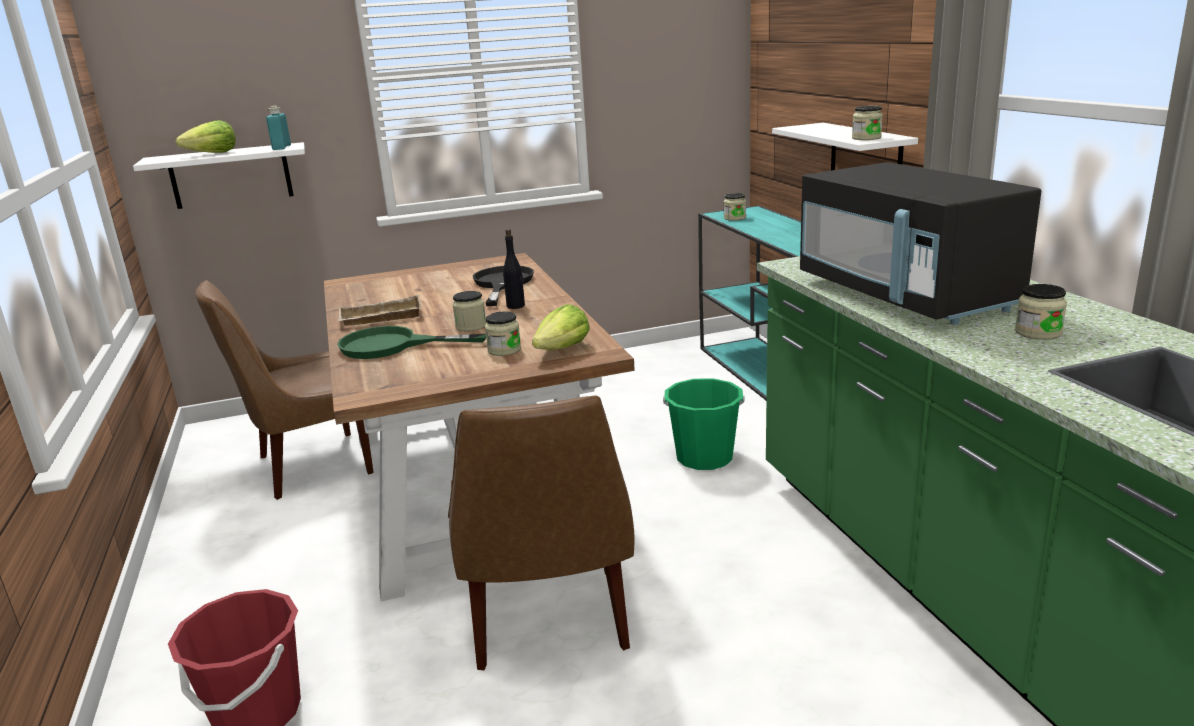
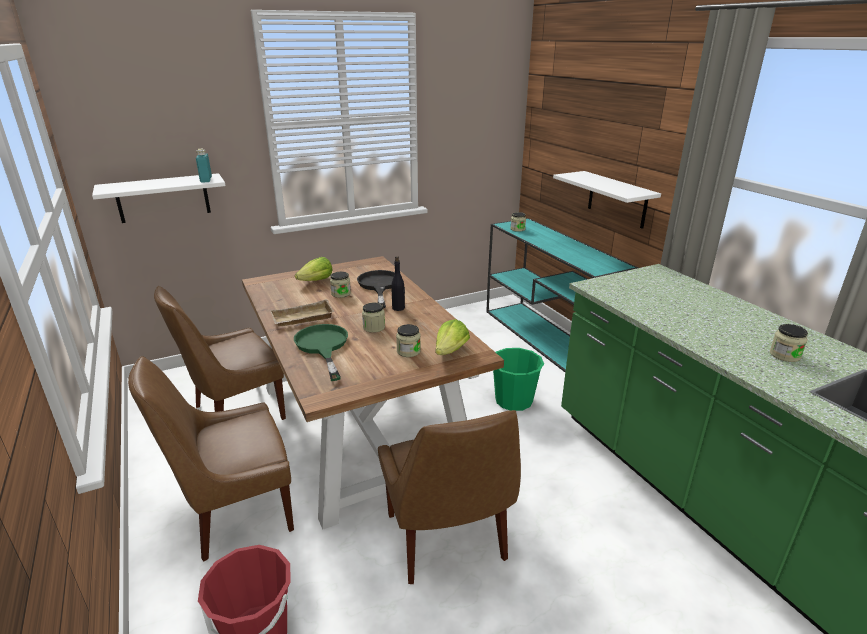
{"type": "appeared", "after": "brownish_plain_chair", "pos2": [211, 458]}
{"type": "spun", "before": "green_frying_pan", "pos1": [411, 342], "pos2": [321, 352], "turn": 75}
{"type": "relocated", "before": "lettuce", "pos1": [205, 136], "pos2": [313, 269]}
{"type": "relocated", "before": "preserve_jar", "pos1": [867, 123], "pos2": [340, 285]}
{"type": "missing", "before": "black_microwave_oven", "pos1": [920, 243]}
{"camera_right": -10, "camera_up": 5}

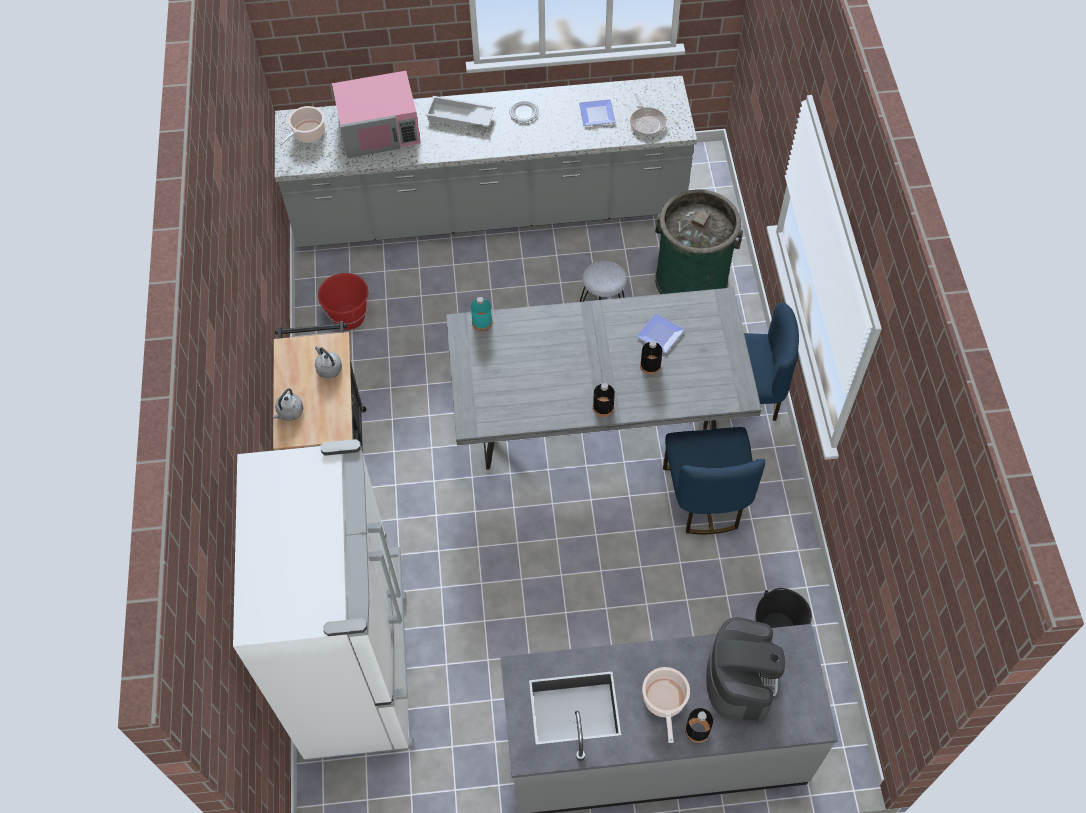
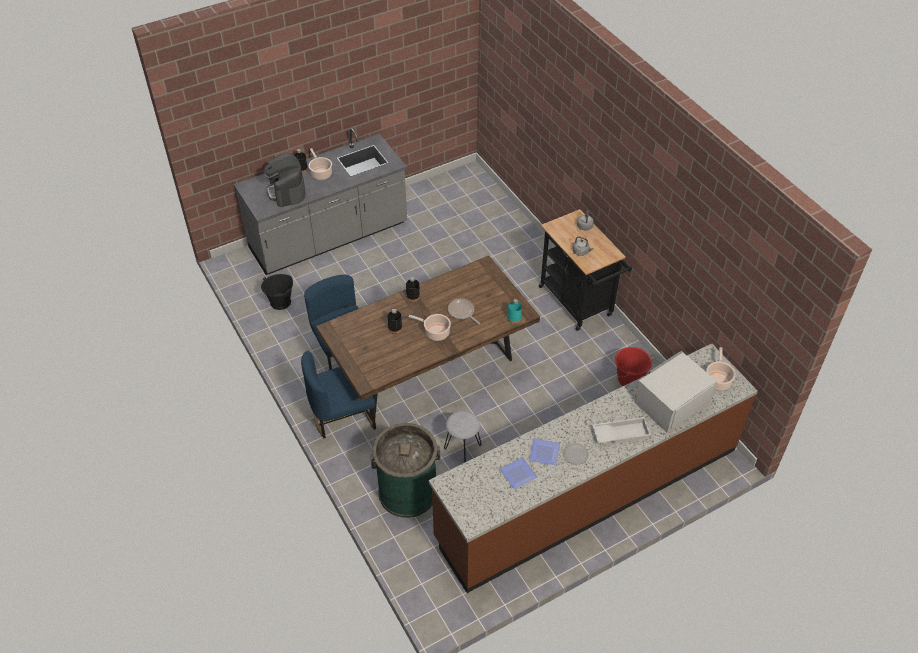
{"type": "colour", "before": "grey_dining_table", "after": "brownish_dining_table", "pos1": [603, 378], "pos2": [428, 338]}
{"type": "appeared", "after": "stockpot", "pos2": [430, 327]}
{"type": "colour", "before": "grey_kitchen_base_unit", "after": "brownish_kitchen_base_unit", "pos1": [486, 161], "pos2": [593, 468]}
{"type": "relocated", "before": "frying_pan", "pos1": [648, 115], "pos2": [464, 312]}
{"type": "relocated", "before": "flat_dish", "pos1": [660, 333], "pos2": [544, 452]}
{"type": "colour", "before": "pink_microwave_oven", "after": "white_microwave_oven", "pos1": [376, 114], "pos2": [675, 391]}
{"type": "missing", "before": "white_kitchen_fridge", "pos1": [323, 599]}
{"camera_right": 155, "camera_up": -10}

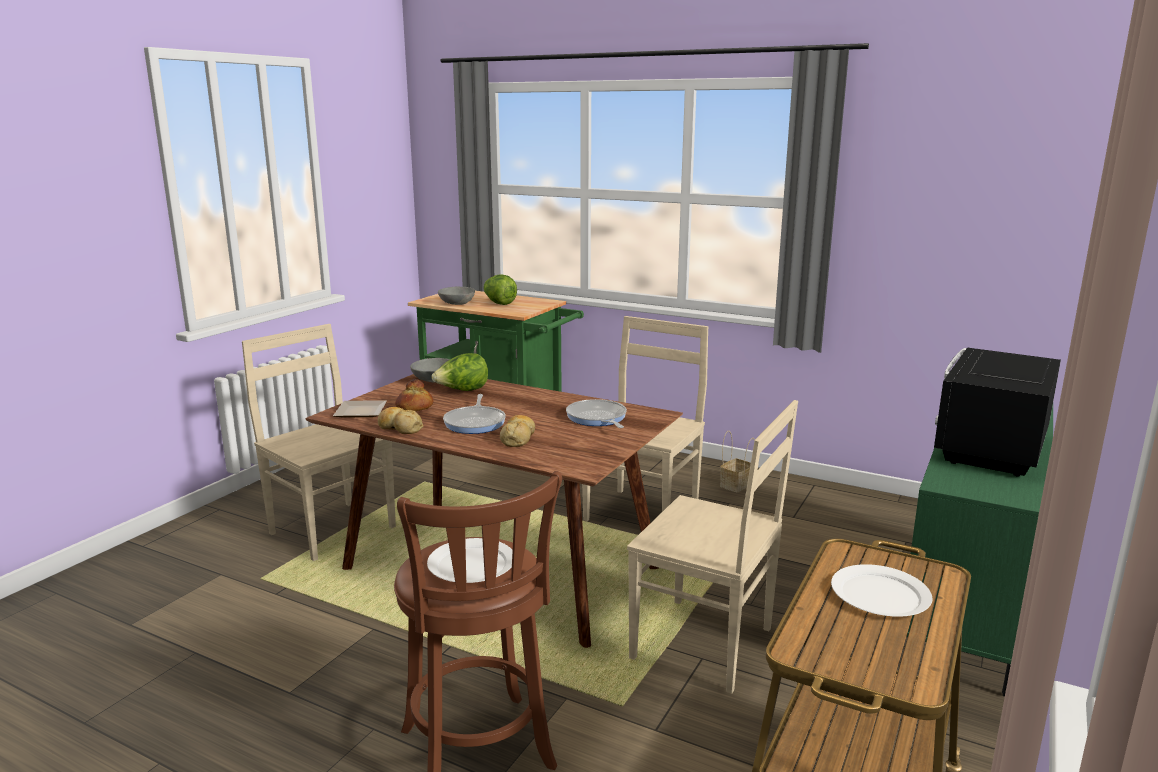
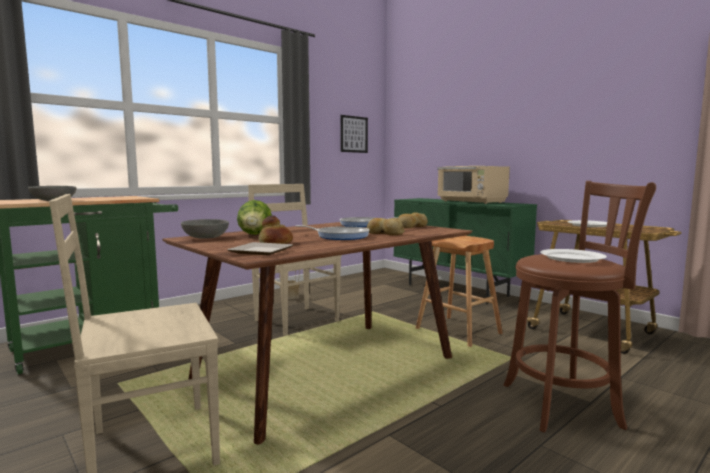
{"type": "appeared", "after": "wall_picture", "pos2": [354, 134]}
{"type": "relocated", "before": "baked_bread", "pos1": [400, 420], "pos2": [413, 220]}
{"type": "exchanged", "before": "beige_plain_chair", "after": "brownish_sitting_stool", "pos1": [712, 547], "pos2": [459, 291]}
{"type": "colour", "before": "black_microwave_oven", "after": "beige_microwave_oven", "pos1": [997, 412], "pos2": [473, 185]}
{"type": "missing", "before": "lettuce", "pos1": [500, 289]}
{"camera_right": -70, "camera_up": -10}

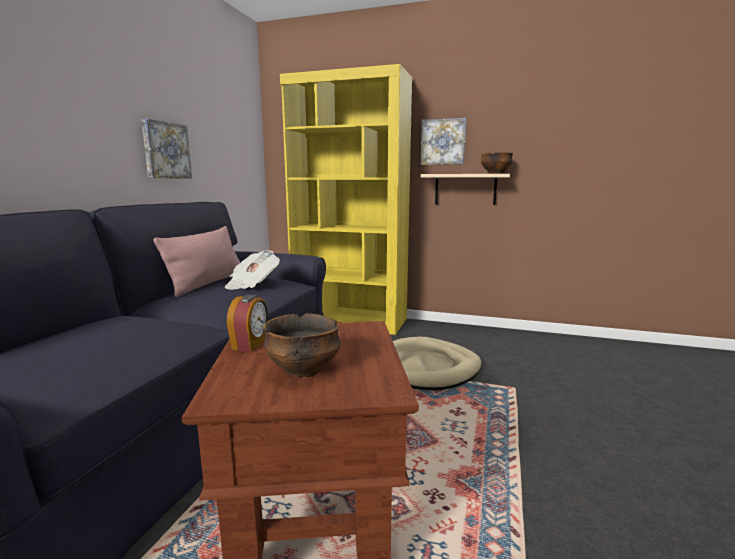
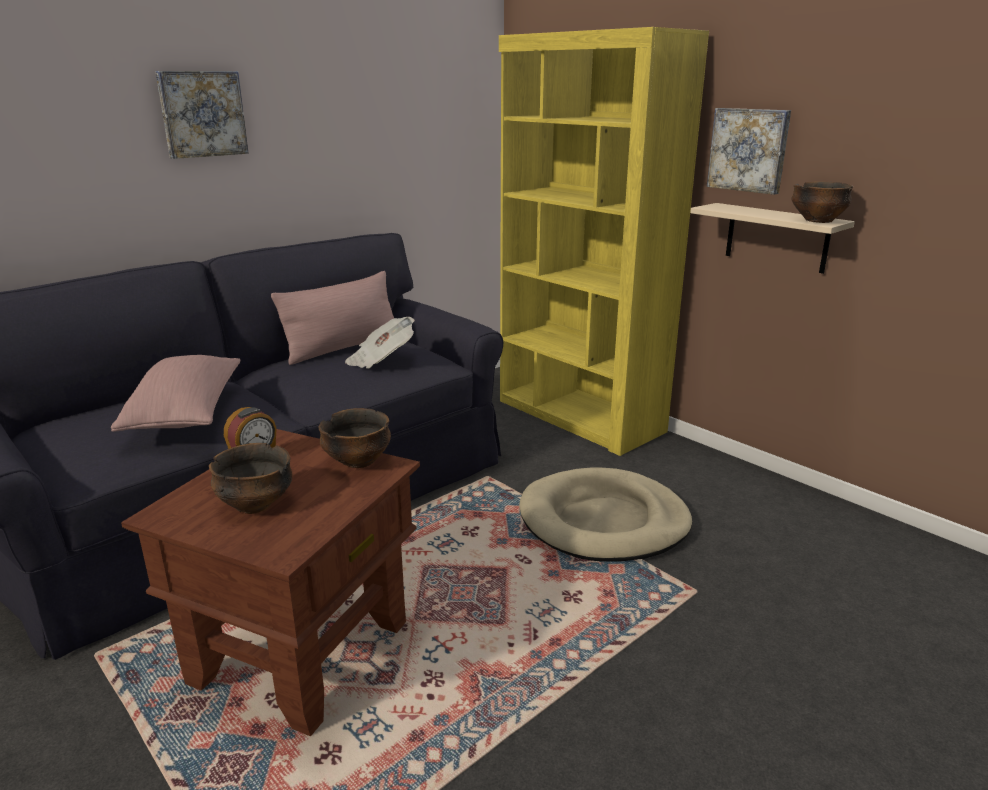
{"type": "appeared", "after": "pink_cushion", "pos2": [175, 393]}
{"type": "relocated", "before": "wall_picture", "pos1": [166, 148], "pos2": [202, 115]}
{"type": "appeared", "after": "serving_bowl", "pos2": [354, 438]}
{"camera_right": 30, "camera_up": 10}

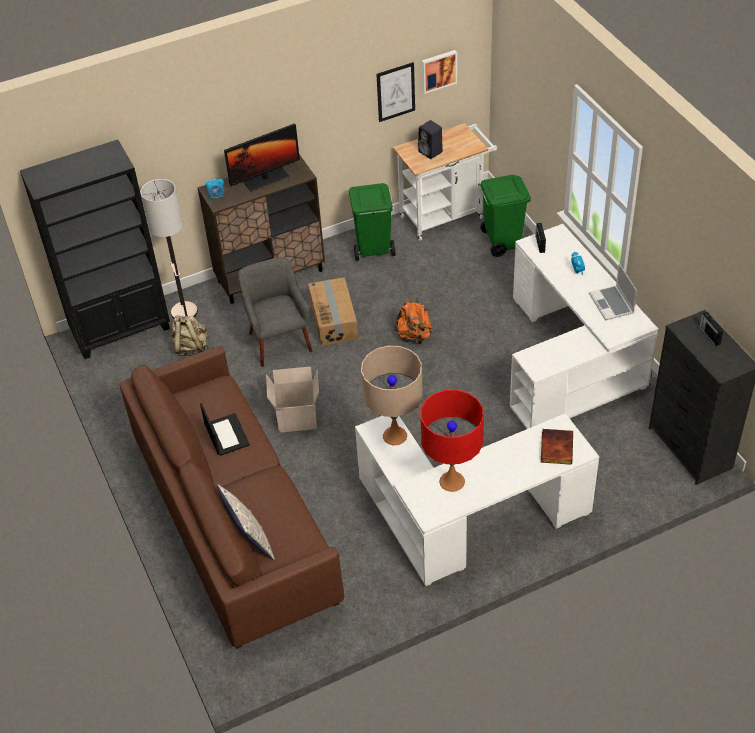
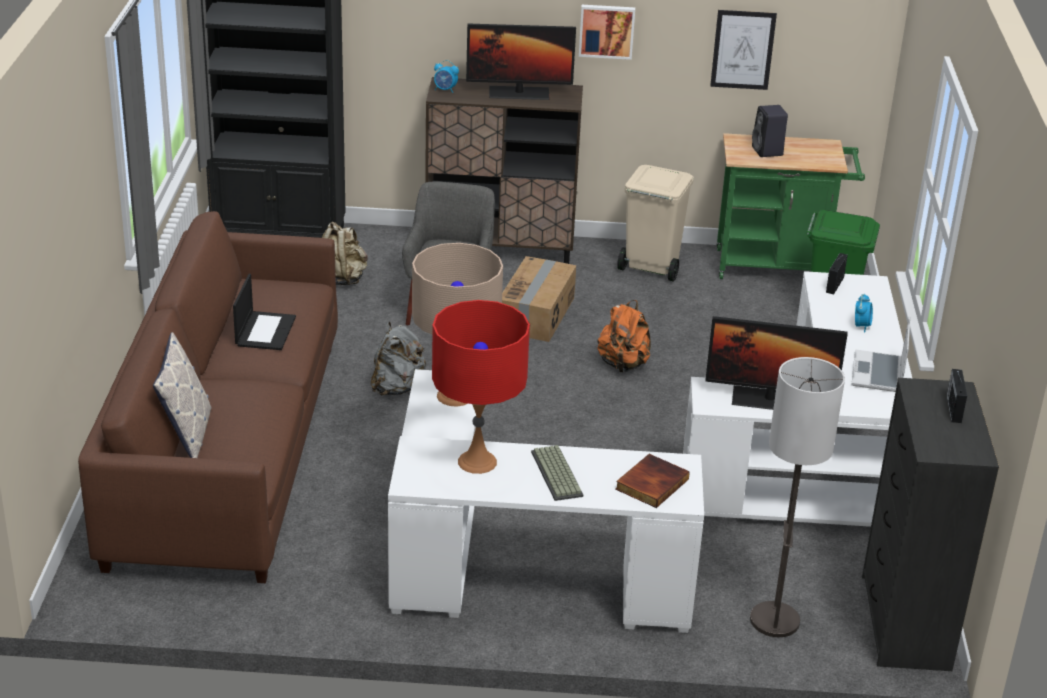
{"type": "exchanged", "before": "packing_box", "after": "grey_knapsack", "pos1": [292, 400], "pos2": [398, 358]}
{"type": "appeared", "after": "PC_keyboard", "pos2": [557, 473]}
{"type": "relocated", "before": "wall_picture", "pos1": [439, 72], "pos2": [607, 32]}
{"type": "colour", "before": "green_waste_bin", "after": "beige_waste_bin", "pos1": [372, 222], "pos2": [655, 223]}
{"type": "appeared", "after": "computer_display", "pos2": [776, 363]}
{"type": "colour", "before": "white_wheeled_cart", "after": "green_wheeled_cart", "pos1": [445, 182], "pos2": [791, 206]}
{"type": "relocated", "before": "standard_lamp", "pos1": [169, 248], "pos2": [797, 497]}
{"camera_right": 25, "camera_up": -15}

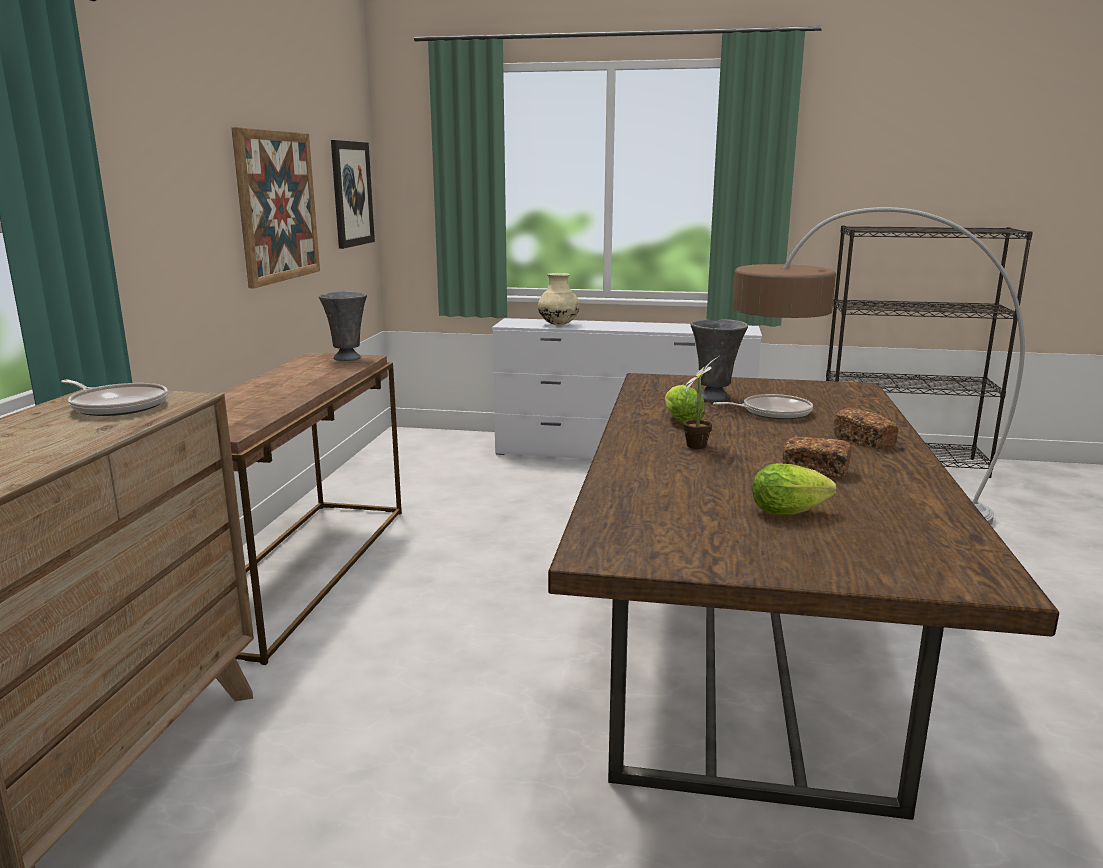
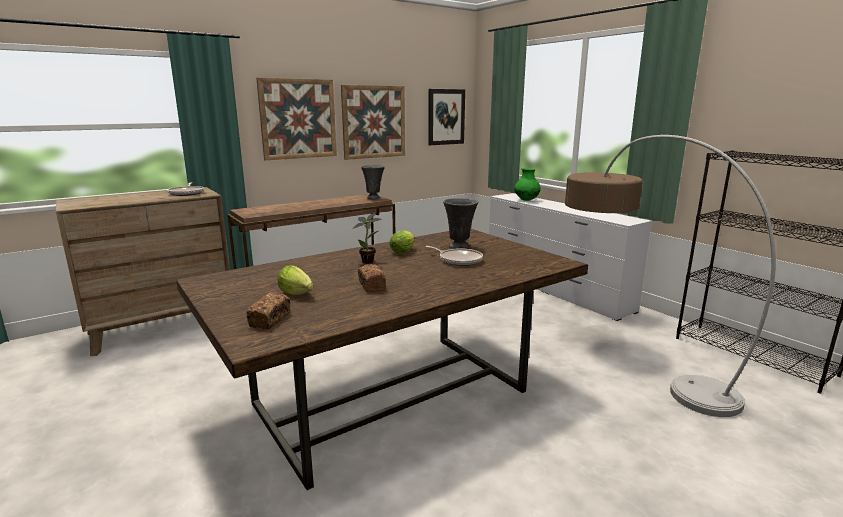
{"type": "relocated", "before": "baked_bread", "pos1": [865, 428], "pos2": [268, 310]}
{"type": "appeared", "after": "wall_picture", "pos2": [296, 119]}
{"type": "colour", "before": "beige_vase", "after": "green_vase", "pos1": [559, 299], "pos2": [527, 184]}
{"camera_right": 45, "camera_up": 0}

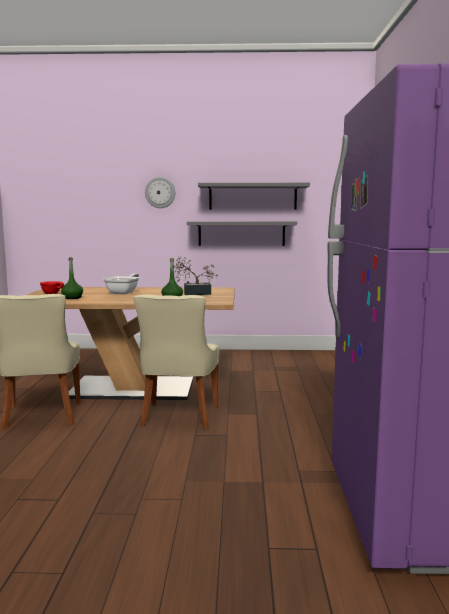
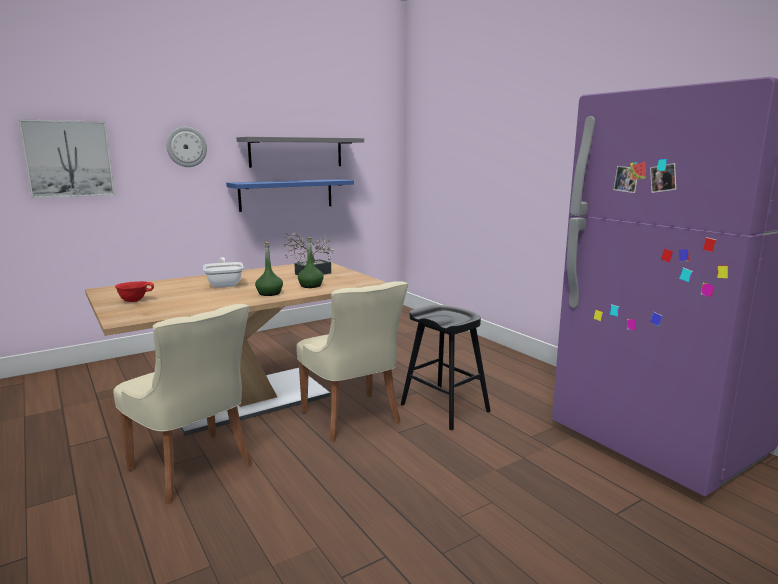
{"type": "appeared", "after": "wall_picture", "pos2": [67, 158]}
{"type": "colour", "before": "grey_bracket_shelf", "after": "bluish_bracket_shelf", "pos1": [242, 233], "pos2": [290, 195]}
{"type": "relocated", "before": "green_drink_bottle", "pos1": [72, 278], "pos2": [269, 269]}
{"type": "appeared", "after": "black_sitting_stool", "pos2": [446, 367]}
{"camera_right": -35, "camera_up": 5}

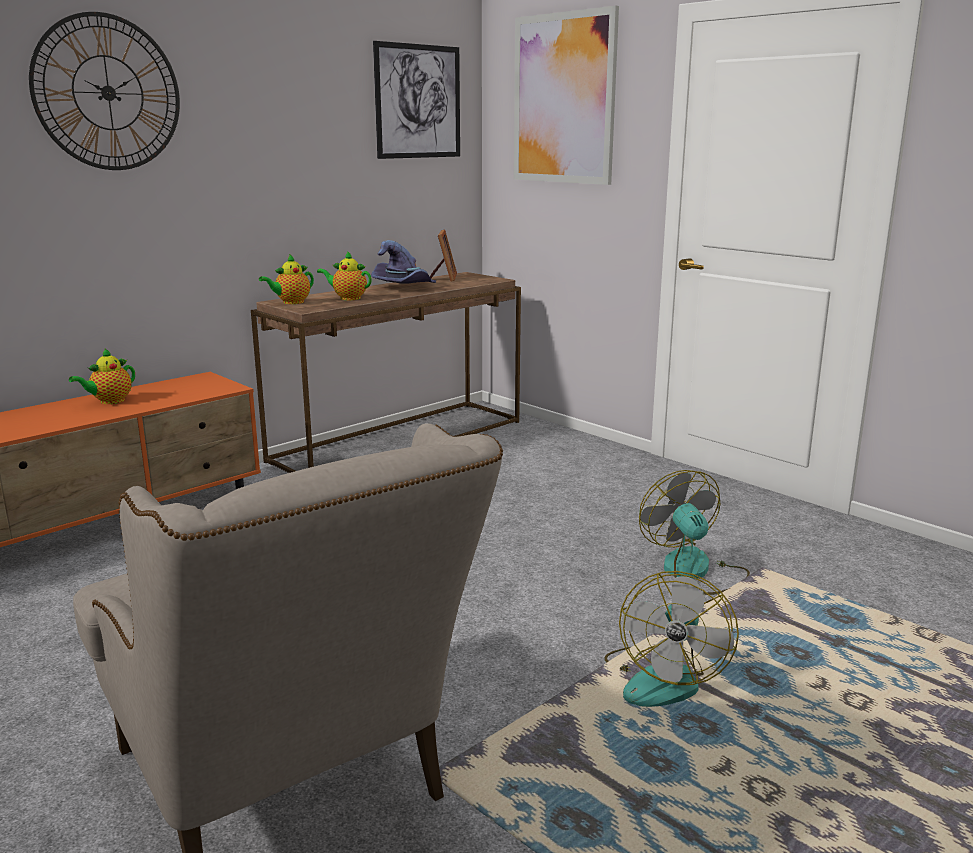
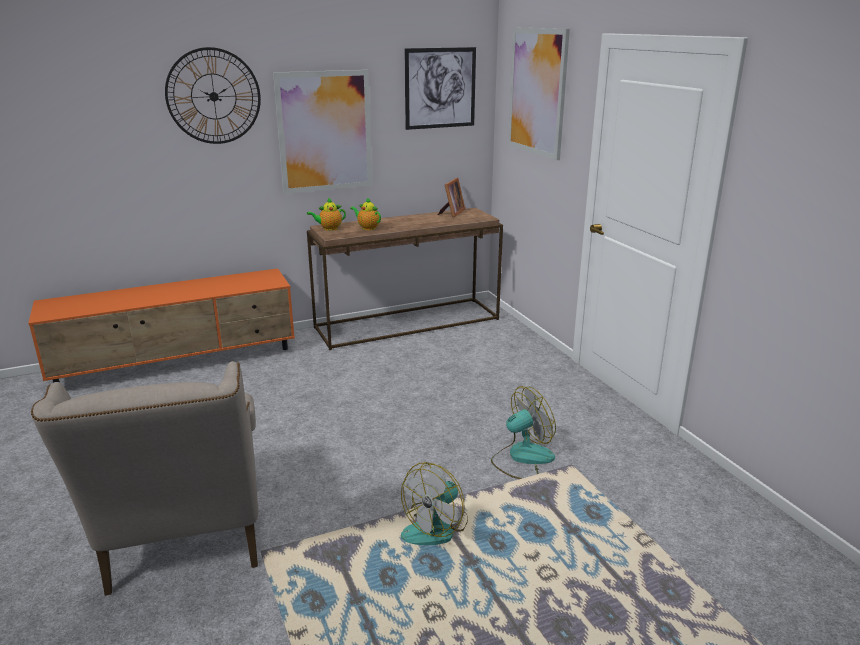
{"type": "appeared", "after": "wall_picture", "pos2": [322, 132]}
{"type": "spun", "before": "electric_fan", "pos1": [694, 532], "pos2": [523, 432], "turn": 60}
{"type": "missing", "before": "pot_for_tea", "pos1": [102, 376]}
{"type": "missing", "before": "purple-coloured_hat", "pos1": [403, 262]}
{"camera_right": 20, "camera_up": 5}

